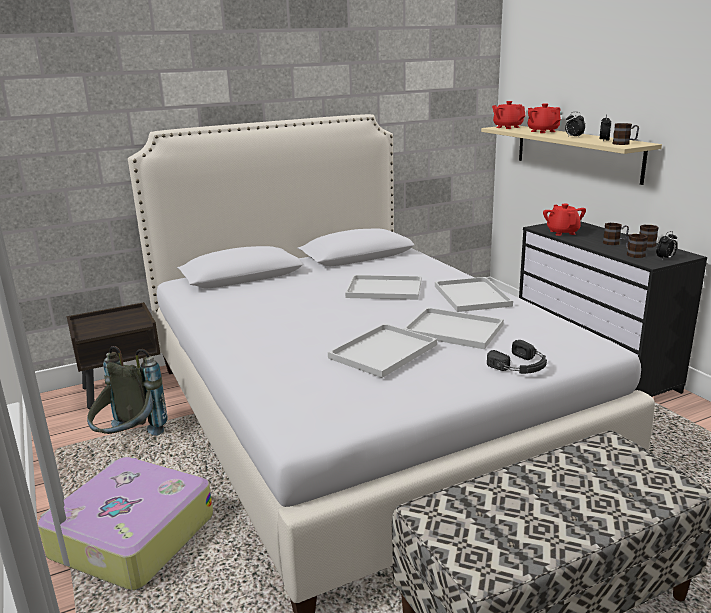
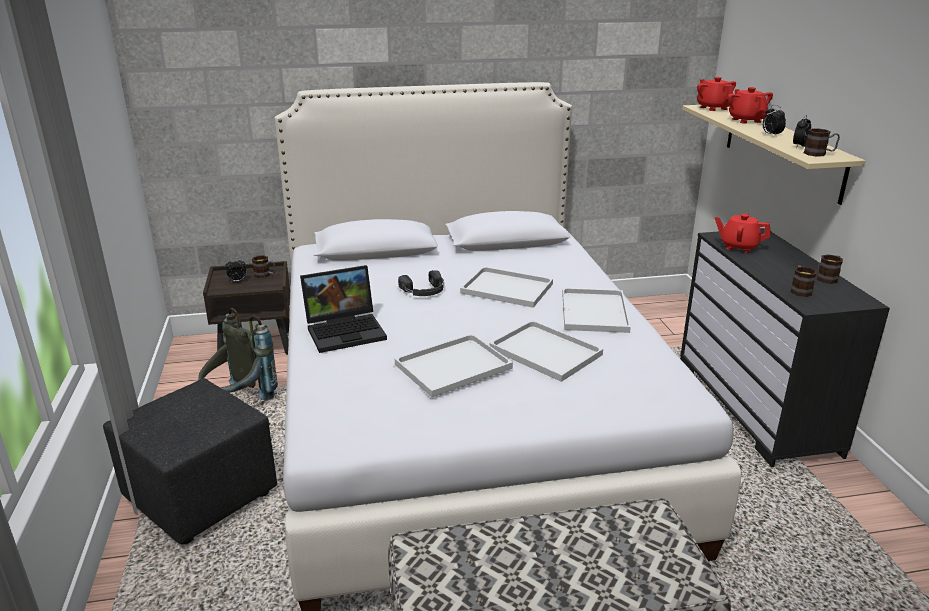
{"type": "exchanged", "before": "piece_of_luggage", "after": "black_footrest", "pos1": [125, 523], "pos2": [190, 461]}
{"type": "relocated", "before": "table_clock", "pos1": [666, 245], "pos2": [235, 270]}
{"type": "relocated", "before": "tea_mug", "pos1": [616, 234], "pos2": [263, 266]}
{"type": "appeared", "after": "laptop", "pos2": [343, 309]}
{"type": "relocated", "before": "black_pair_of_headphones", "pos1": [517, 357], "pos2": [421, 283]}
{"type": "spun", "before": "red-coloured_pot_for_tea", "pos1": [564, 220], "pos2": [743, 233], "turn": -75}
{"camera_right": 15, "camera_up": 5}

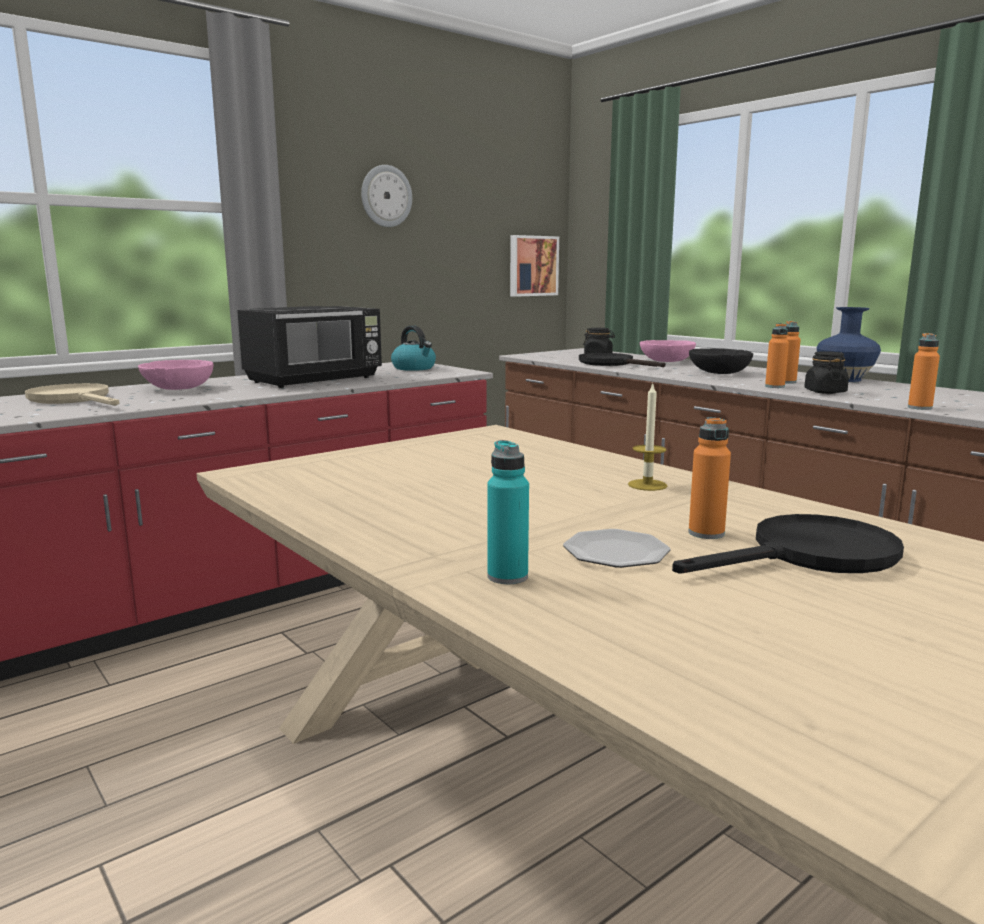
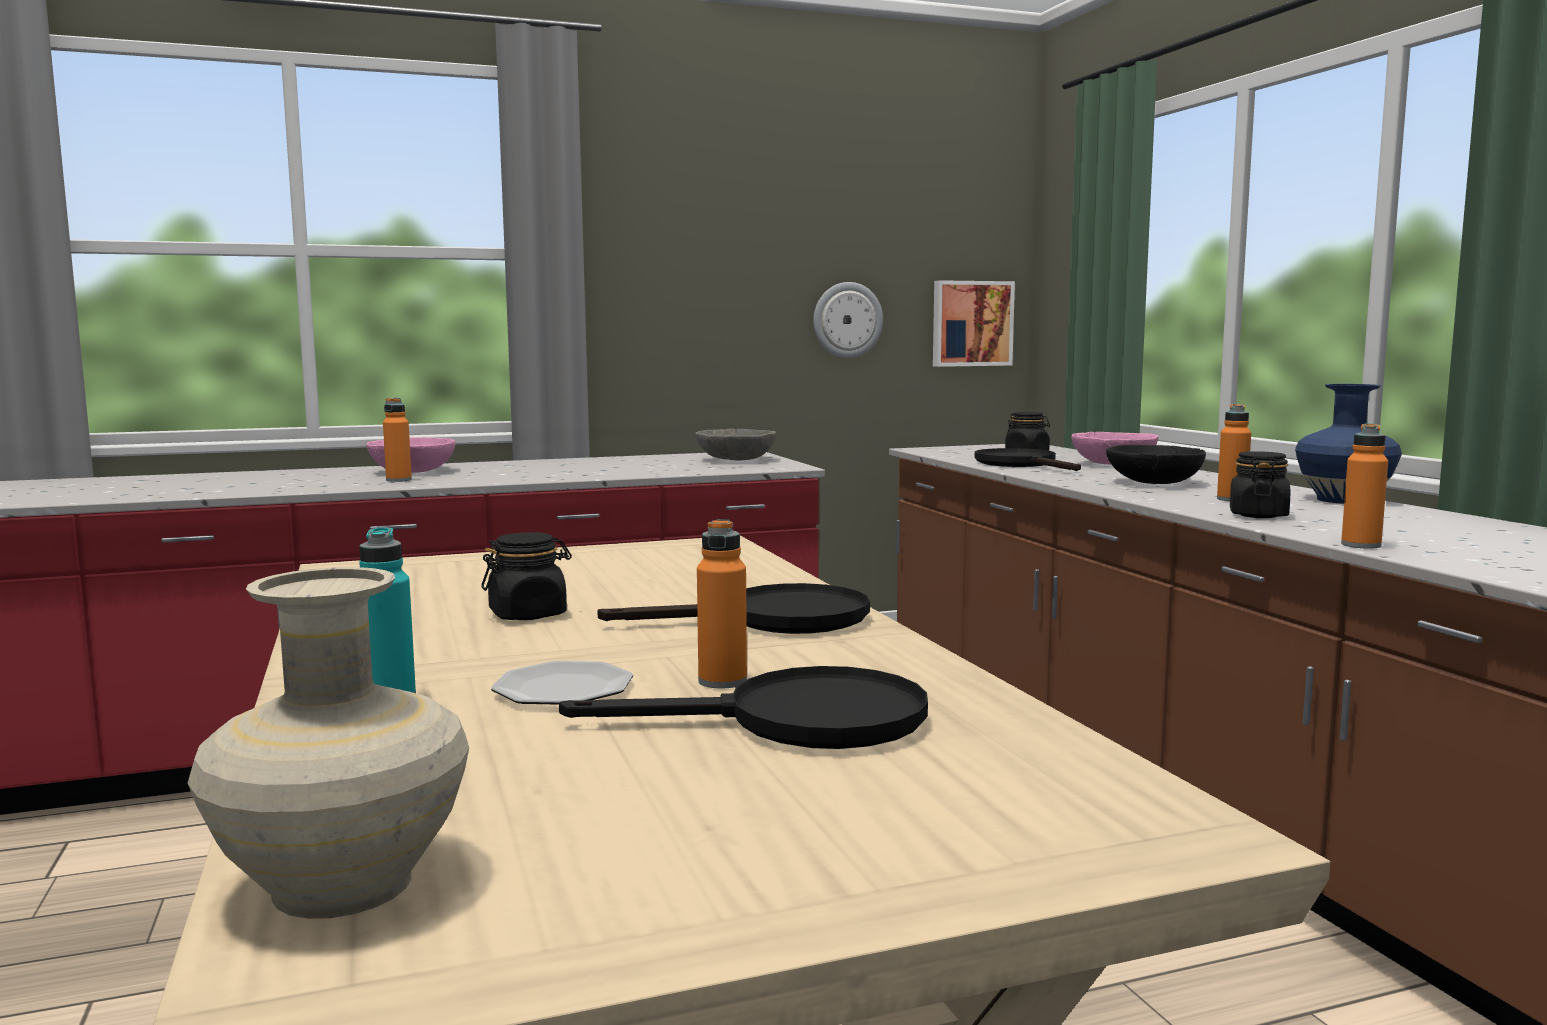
{"type": "appeared", "after": "beige_vase", "pos2": [328, 743]}
{"type": "relocated", "before": "orangey_drink_bottle", "pos1": [777, 355], "pos2": [397, 440]}
{"type": "appeared", "after": "black_preserve_jar", "pos2": [526, 576]}
{"type": "exchanged", "before": "wax_light", "after": "black_frying_pan", "pos1": [647, 437], "pos2": [734, 608]}
{"type": "exchanged", "before": "tea_kettle", "after": "grey_serving_bowl", "pos1": [413, 348], "pos2": [736, 445]}
{"type": "relocated", "before": "wall_clock", "pos1": [386, 196], "pos2": [848, 320]}
{"type": "missing", "before": "beige_frying_pan", "pos1": [72, 394]}
{"type": "missing", "before": "black_microwave_oven", "pos1": [309, 347]}
{"camera_right": 20, "camera_up": -5}

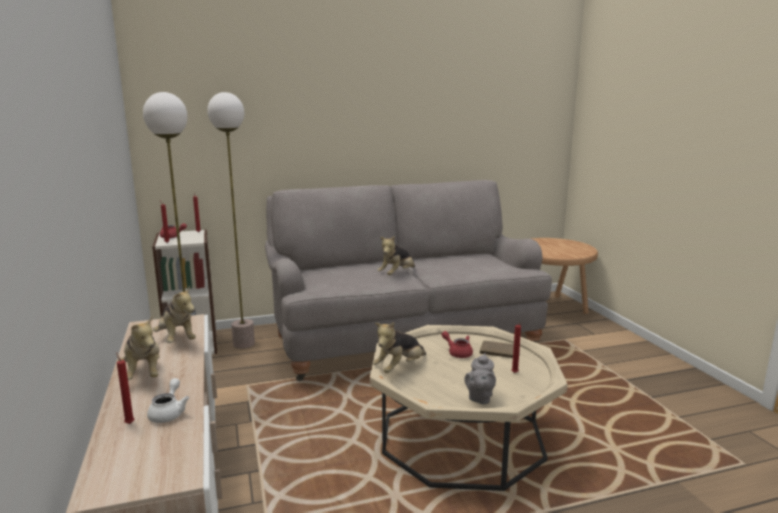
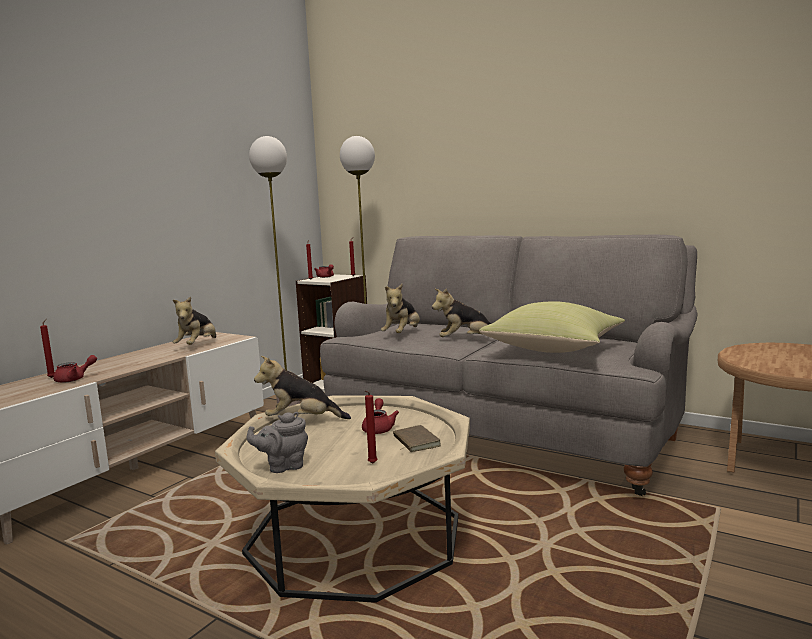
{"type": "colour", "before": "white_pot_for_tea", "after": "red-coloured_pot_for_tea", "pos1": [168, 400], "pos2": [75, 369]}
{"type": "relocated", "before": "cuddly_toy", "pos1": [138, 348], "pos2": [400, 308]}
{"type": "appeared", "after": "yellow-coloured_cushion", "pos2": [552, 327]}
{"camera_right": 50, "camera_up": -5}

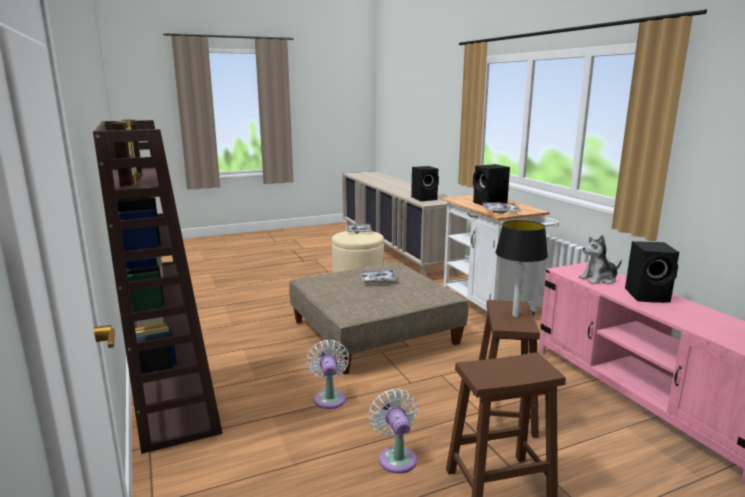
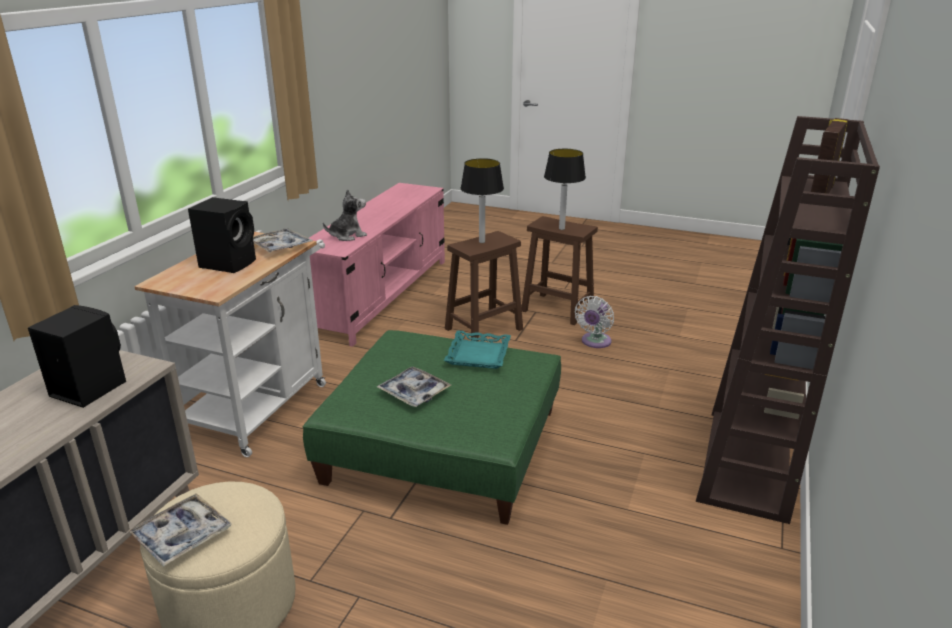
{"type": "colour", "before": "beige_footrest", "after": "green_footrest", "pos1": [378, 319], "pos2": [432, 427]}
{"type": "spun", "before": "cuddly_toy", "pos1": [600, 259], "pos2": [345, 215], "turn": -60}
{"type": "appeared", "after": "turquoise-coloured_carrying_tray", "pos2": [477, 349]}
{"type": "appeared", "after": "table_lamp", "pos2": [565, 189]}
{"type": "missing", "before": "white_electric_fan", "pos1": [328, 374]}
{"type": "missing", "before": "black_loudspeaker", "pos1": [652, 272]}
{"camera_right": -135, "camera_up": 10}

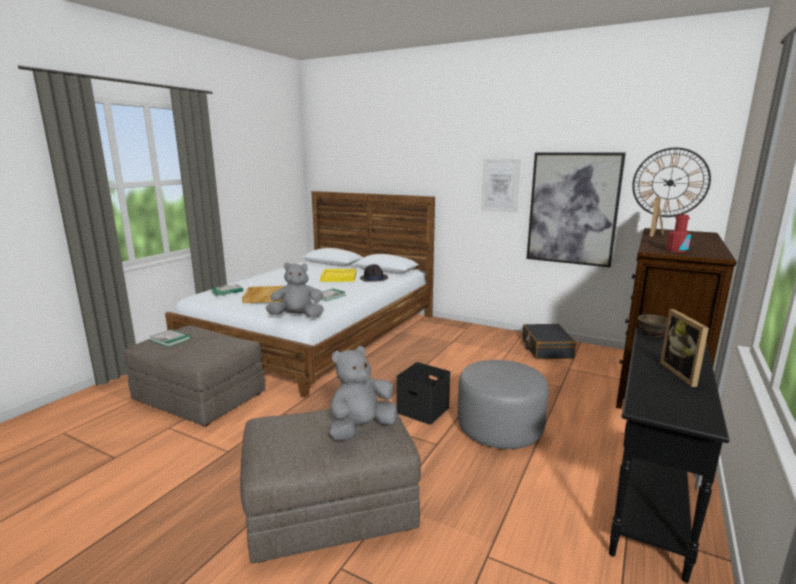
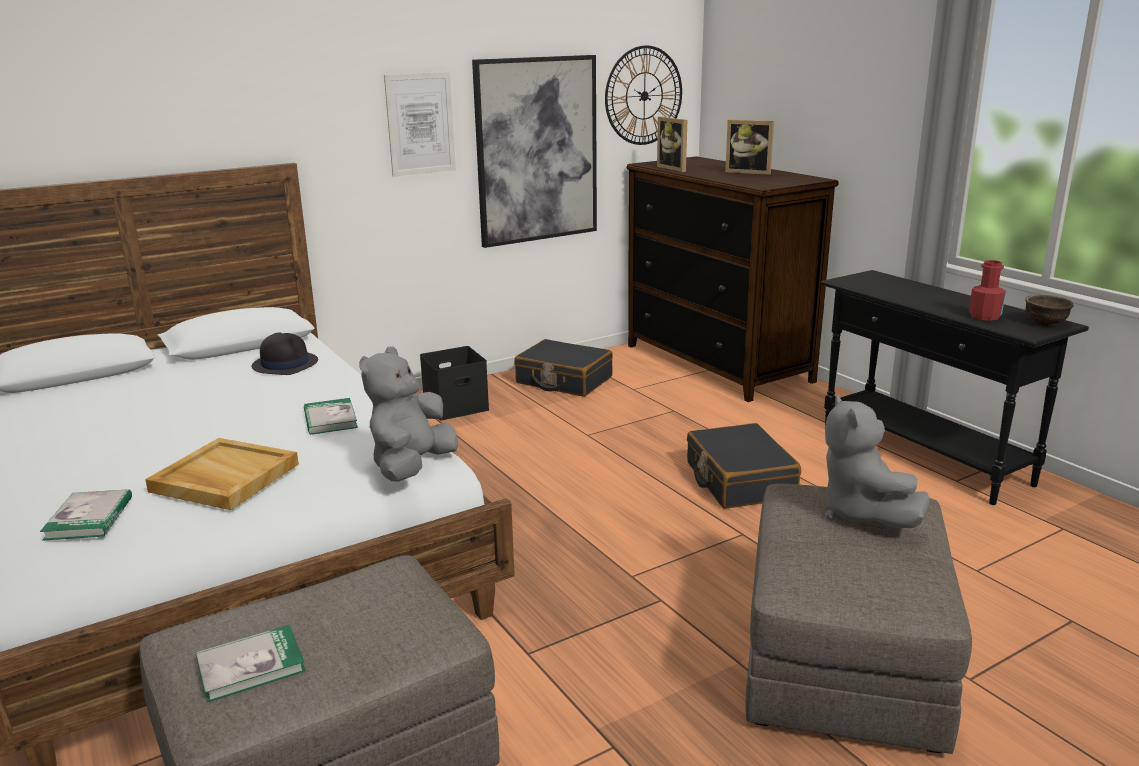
{"type": "relocated", "before": "black_storage_box", "pos1": [423, 393], "pos2": [454, 383]}
{"type": "exchanged", "before": "grey_footrest", "after": "black_piece_of_luggage", "pos1": [503, 404], "pos2": [744, 466]}
{"type": "relocated", "before": "standing_frame", "pos1": [684, 348], "pos2": [749, 147]}
{"type": "relocated", "before": "red-coloured_drink_bottle", "pos1": [678, 233], "pos2": [987, 290]}
{"type": "relocated", "before": "brownish_serving_bowl", "pos1": [653, 326], "pos2": [1049, 310]}
{"type": "missing", "before": "yellow-coloured_carrying_tray", "pos1": [338, 275]}
{"camera_right": -60, "camera_up": 5}

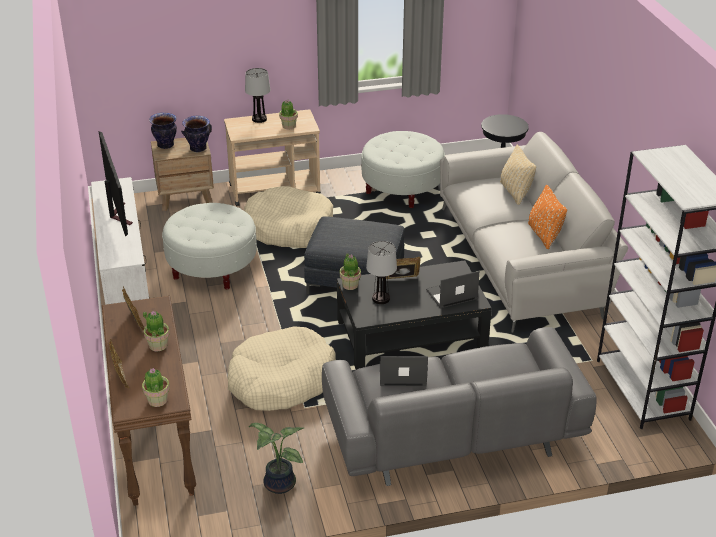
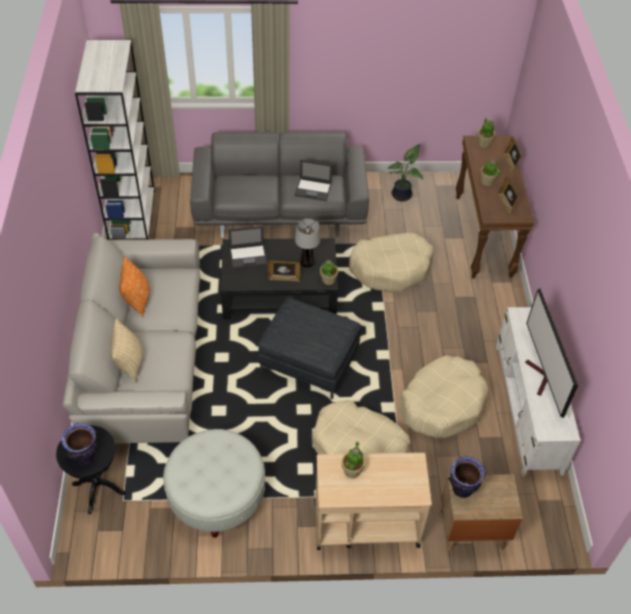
{"type": "relocated", "before": "vase", "pos1": [163, 131], "pos2": [79, 444]}
{"type": "exchanged", "before": "white_footrest", "after": "beige_dog_bed", "pos1": [209, 246], "pos2": [444, 396]}
{"type": "missing", "before": "table_lamp", "pos1": [257, 95]}
{"camera_right": -170, "camera_up": 15}

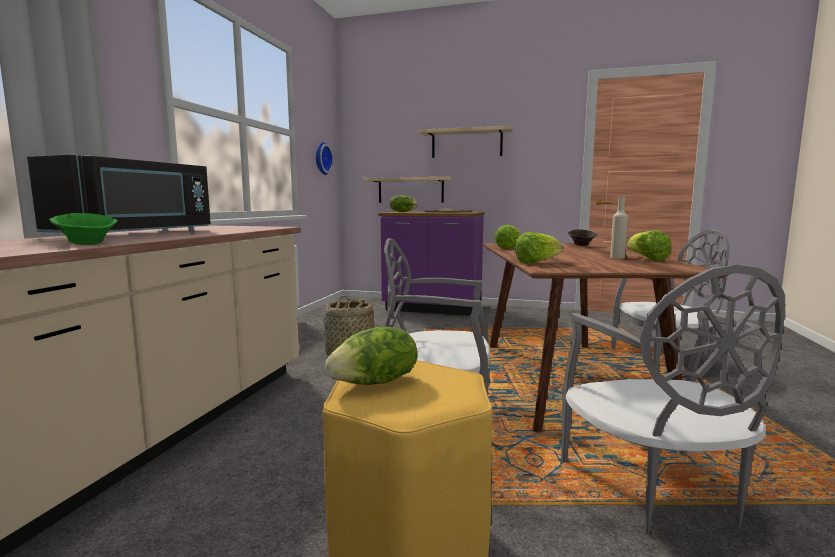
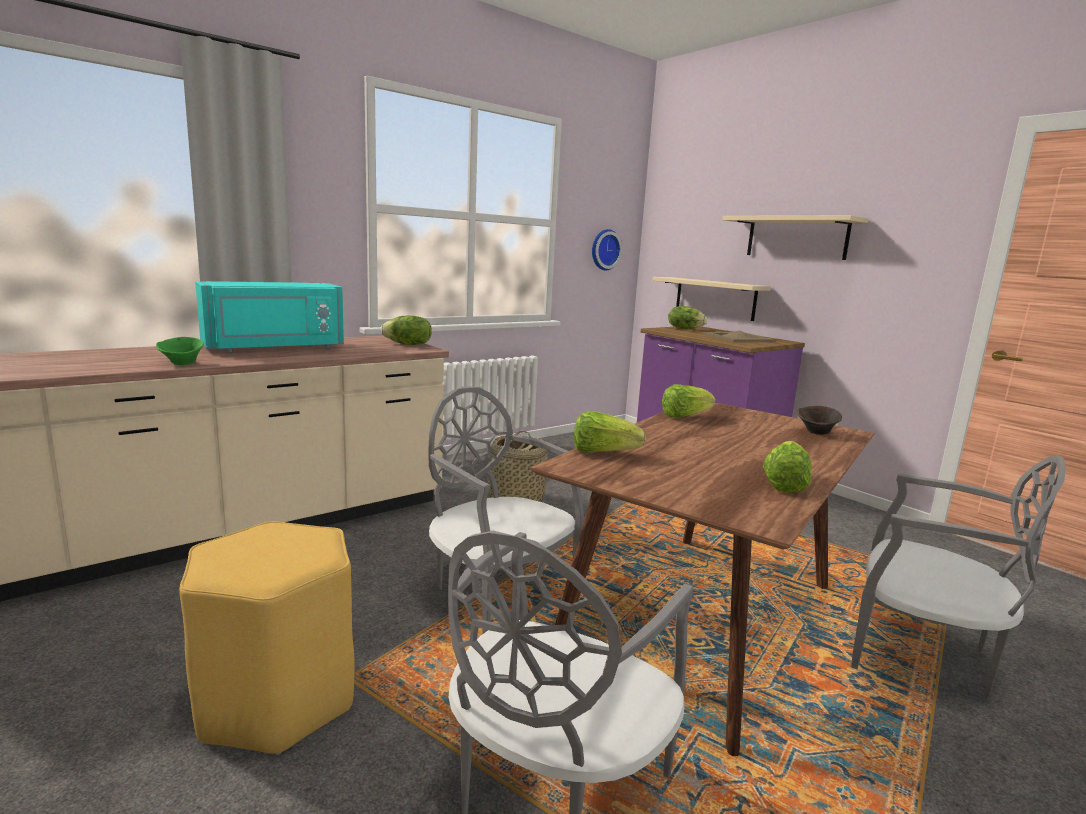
{"type": "colour", "before": "black_microwave_oven", "after": "turquoise-coloured_microwave_oven", "pos1": [119, 193], "pos2": [269, 317]}
{"type": "relocated", "before": "lettuce", "pos1": [371, 356], "pos2": [406, 330]}
{"type": "missing", "before": "beige_drink_bottle", "pos1": [619, 228]}
{"camera_right": 35, "camera_up": 5}

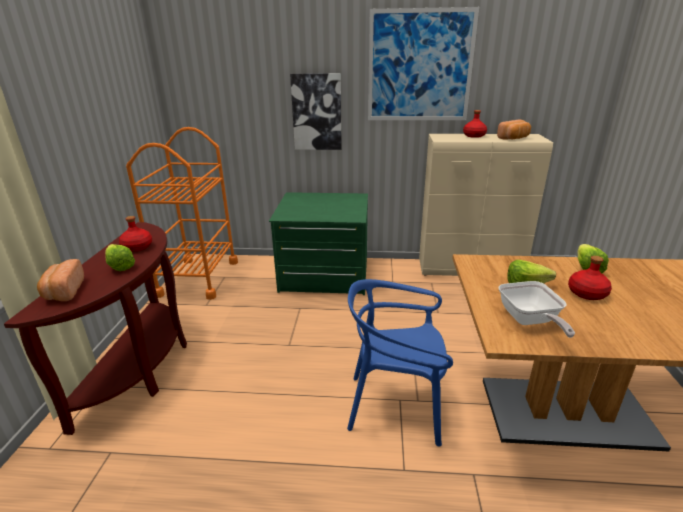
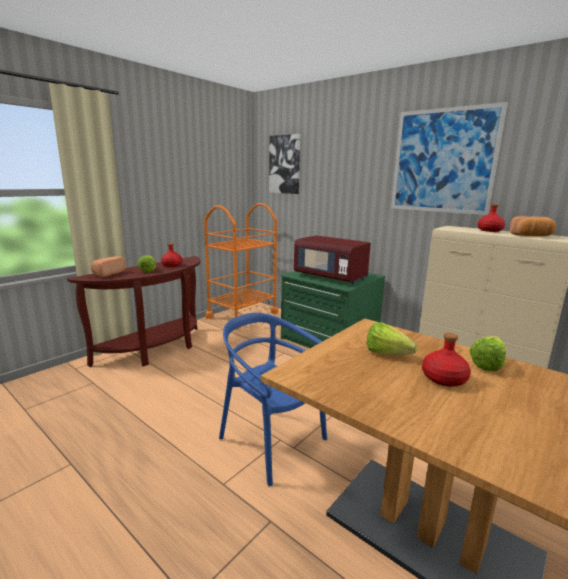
{"type": "relocated", "before": "wall_picture", "pos1": [316, 111], "pos2": [284, 164]}
{"type": "appeared", "after": "red-coloured_microwave_oven", "pos2": [332, 259]}
{"type": "missing", "before": "frying_pan", "pos1": [537, 309]}
{"camera_right": 35, "camera_up": -10}

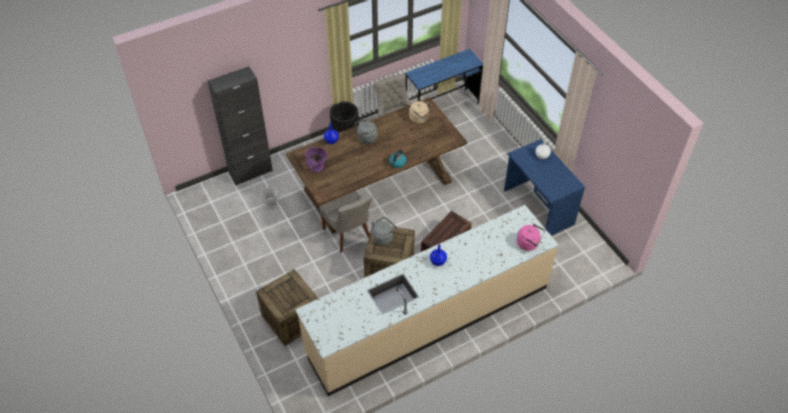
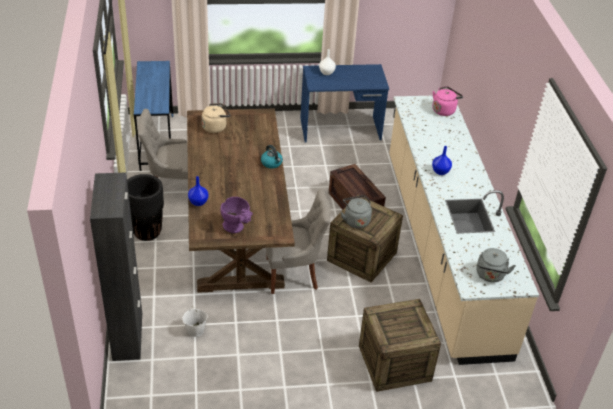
{"type": "relocated", "before": "grey_tea_kettle", "pos1": [366, 131], "pos2": [496, 265]}
{"camera_right": -70, "camera_up": -10}

